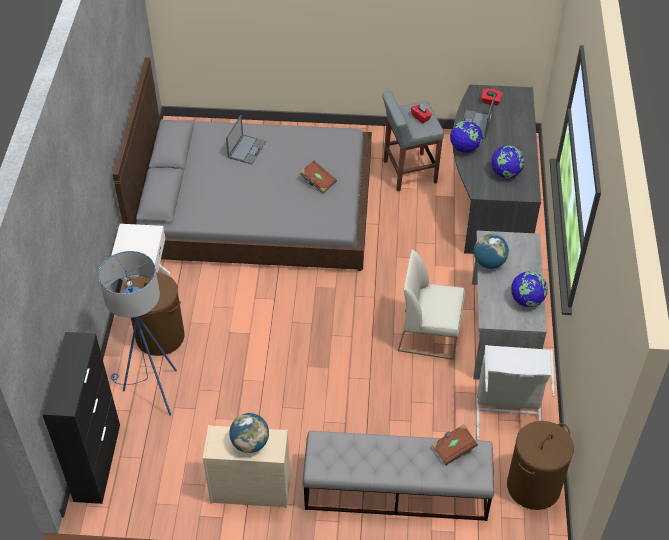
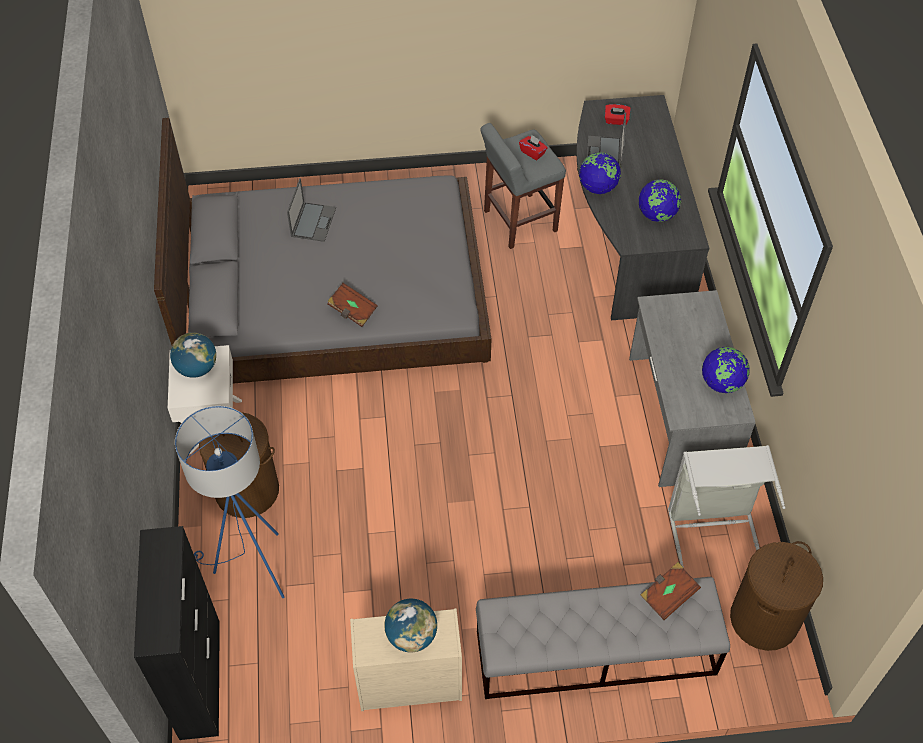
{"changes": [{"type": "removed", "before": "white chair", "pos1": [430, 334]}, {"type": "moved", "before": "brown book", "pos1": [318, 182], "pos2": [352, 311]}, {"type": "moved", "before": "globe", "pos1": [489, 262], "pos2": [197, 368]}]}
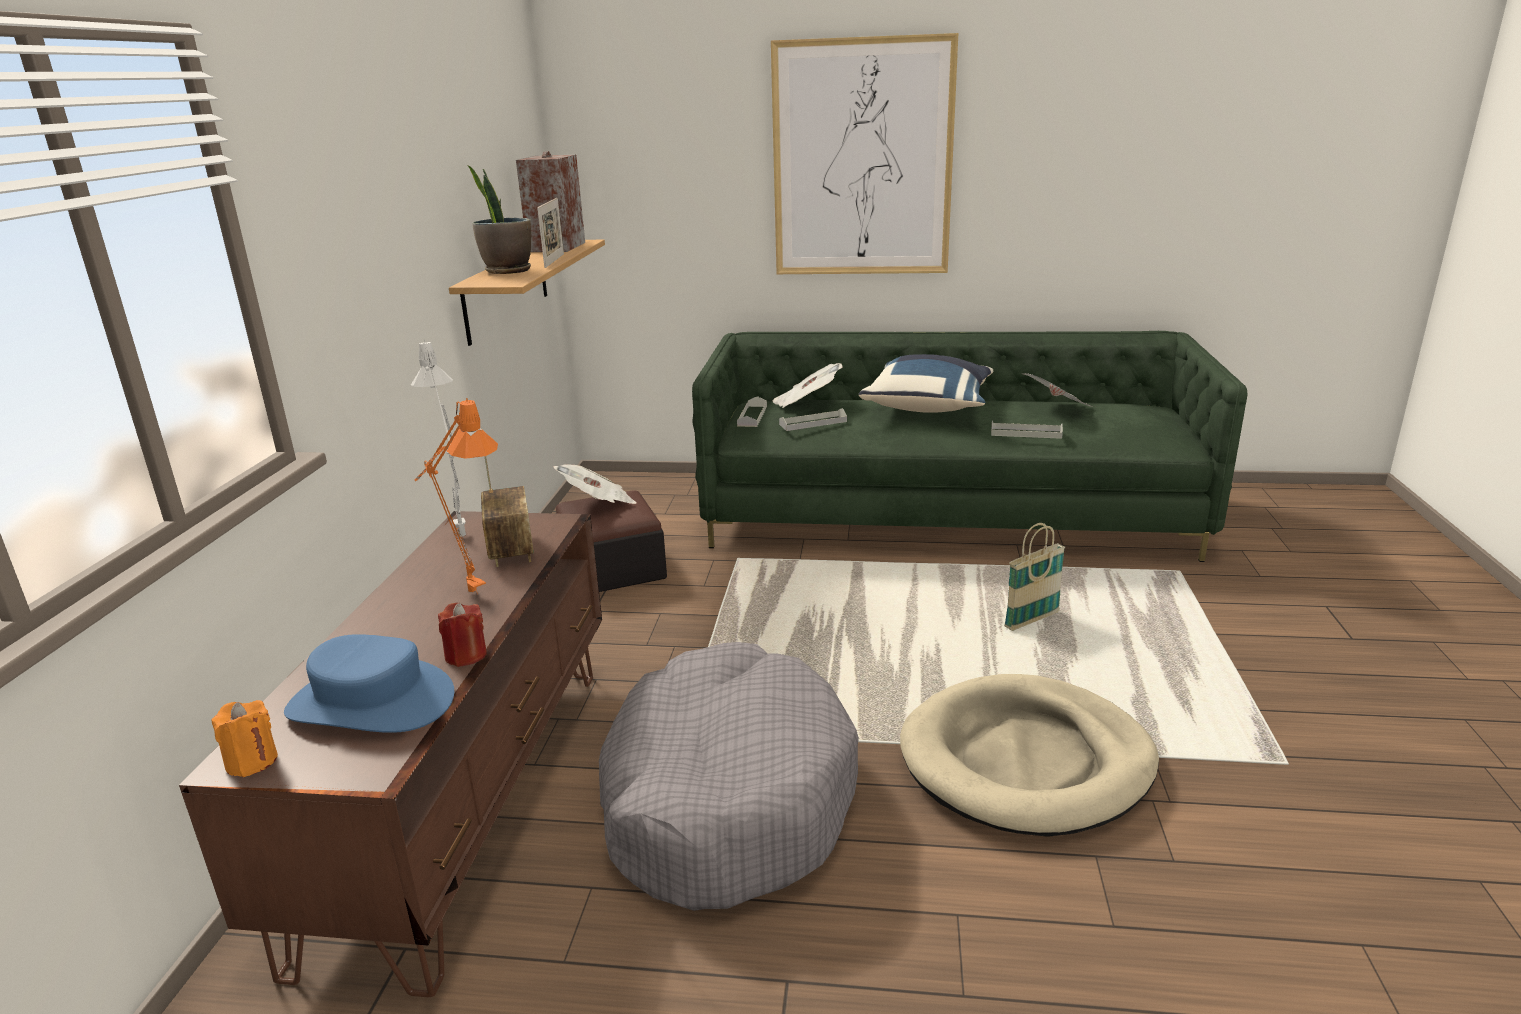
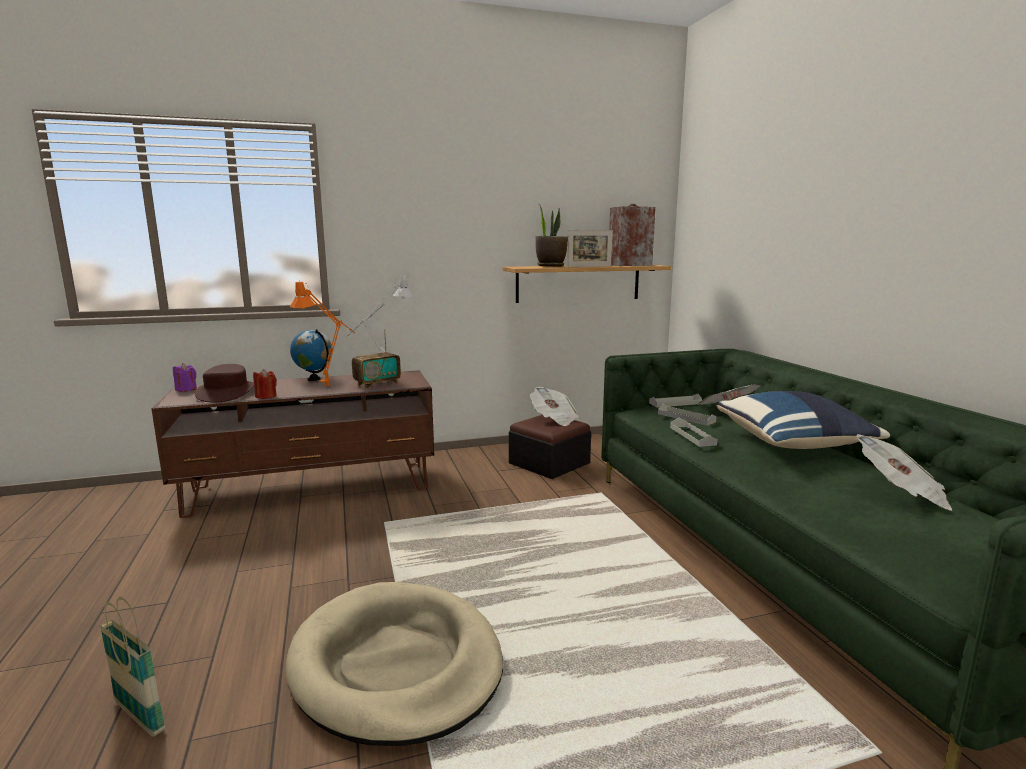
{"changes": [{"type": "removed", "before": "grey dog bed", "pos1": [726, 798]}, {"type": "removed", "before": "picture", "pos1": [862, 160]}, {"type": "added", "after": "globe", "pos2": [314, 379]}, {"type": "moved", "before": "grey tray", "pos1": [1026, 433], "pos2": [692, 436]}, {"type": "moved", "before": "basket", "pos1": [1031, 621], "pos2": [139, 716]}, {"type": "recoloured", "before": "orange candle", "after": "purple candle", "pos1": [252, 761], "pos2": [186, 389]}, {"type": "recoloured", "before": "blue hat", "after": "brown hat", "pos1": [372, 702], "pos2": [227, 393]}]}
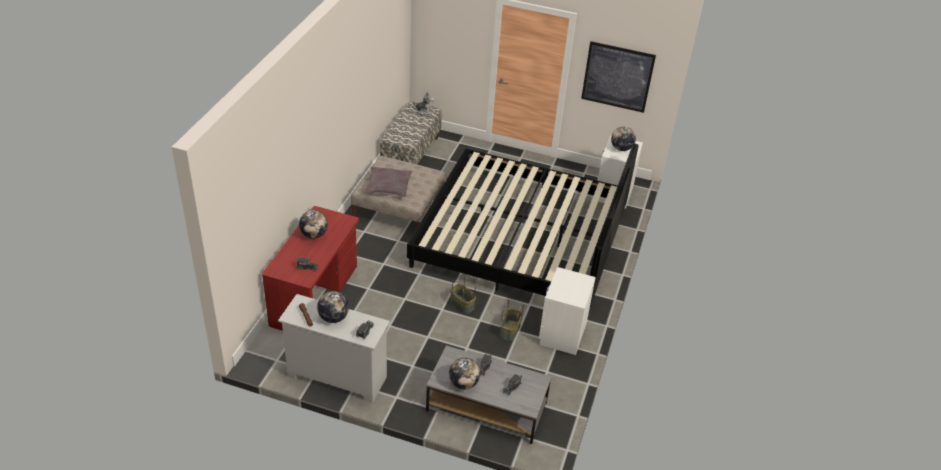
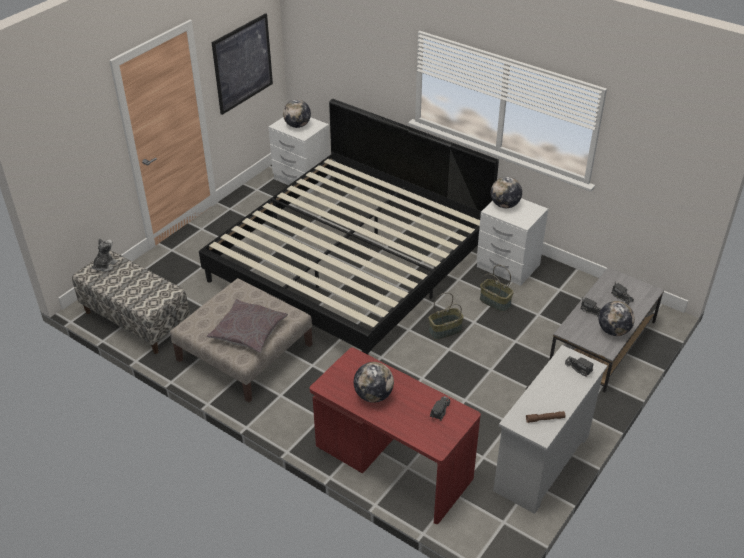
{"changes": [{"type": "moved", "before": "globe", "pos1": [333, 318], "pos2": [505, 205]}]}
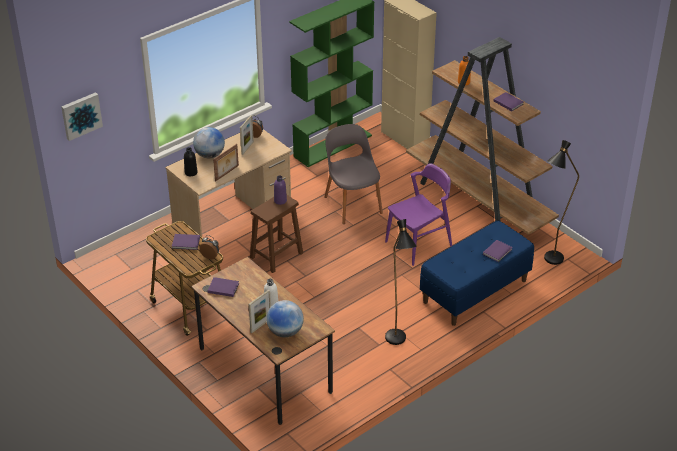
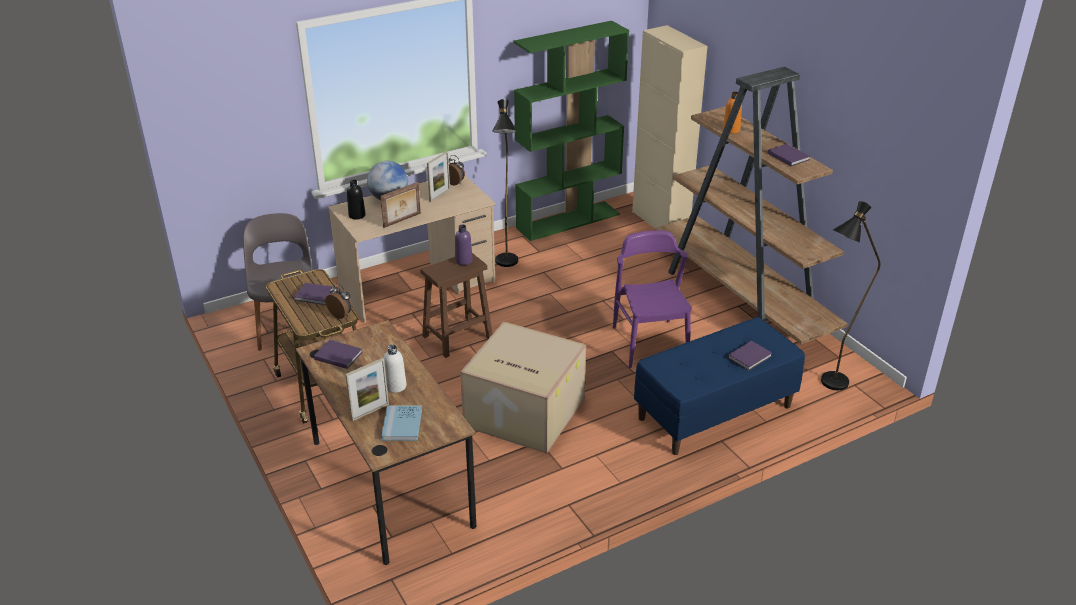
{"changes": [{"type": "removed", "before": "picture", "pos1": [81, 115]}, {"type": "added", "after": "cardboard box", "pos2": [522, 412]}, {"type": "moved", "before": "grey chair", "pos1": [352, 204], "pos2": [288, 325]}, {"type": "moved", "before": "black floor lamp", "pos1": [397, 343], "pos2": [507, 265]}, {"type": "replaced", "before": "globe", "after": "blue book", "pos1": [285, 332], "pos2": [402, 425]}, {"type": "turned", "before": "purple chair", "pos1": [419, 243], "pos2": [650, 343], "turn": -75}]}
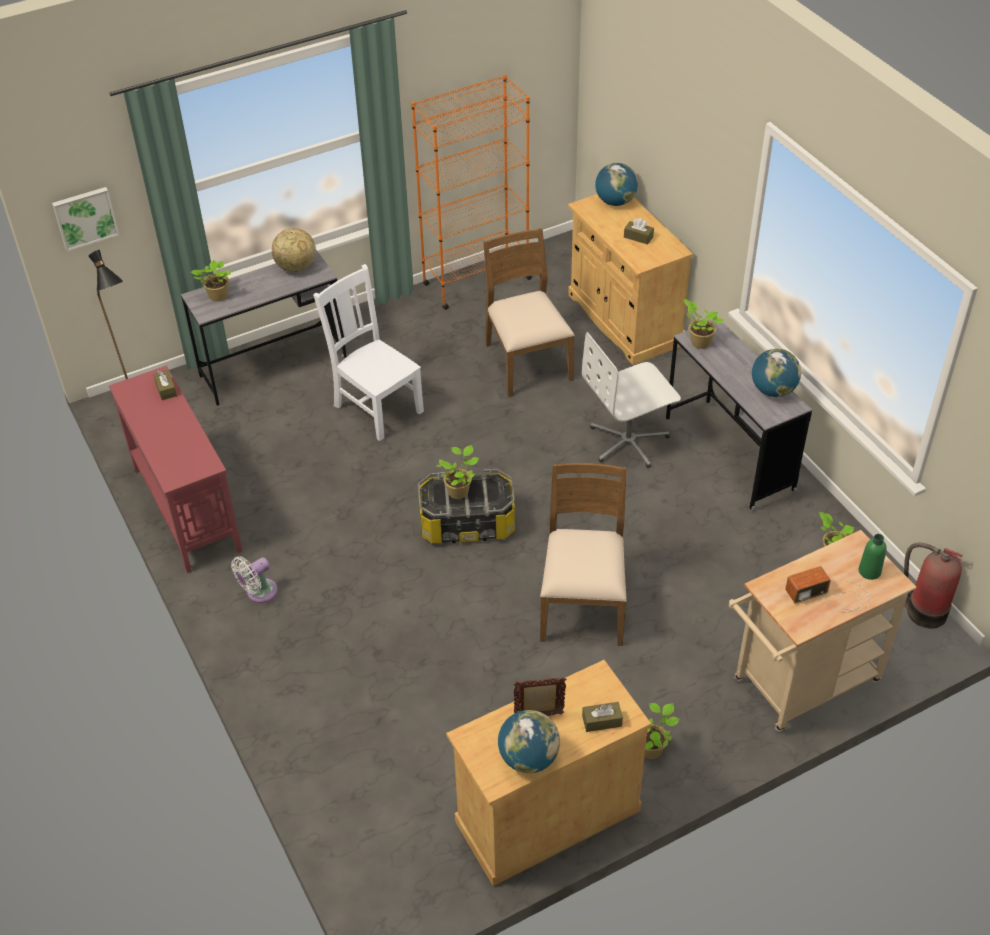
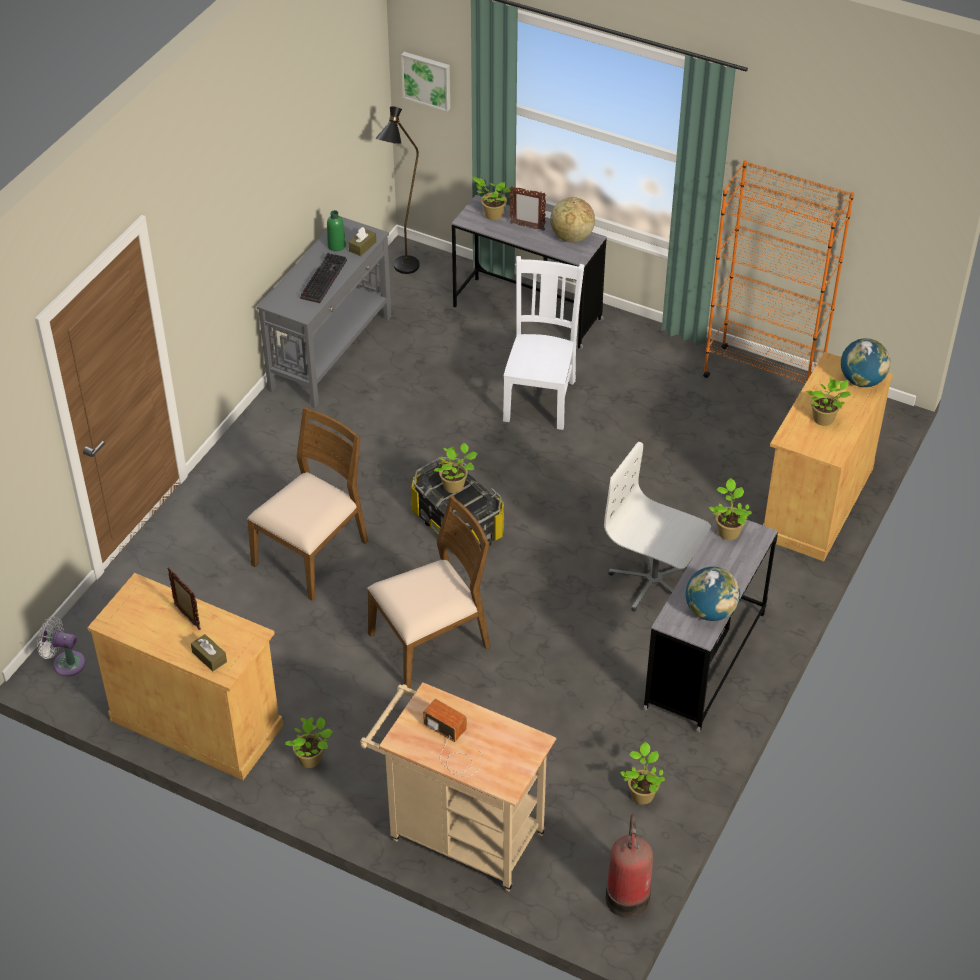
{"changes": [{"type": "removed", "before": "globe", "pos1": [528, 758]}, {"type": "added", "after": "keyboard", "pos2": [323, 278]}, {"type": "added", "after": "picture frame", "pos2": [527, 226]}, {"type": "moved", "before": "white fan", "pos1": [259, 593], "pos2": [65, 663]}, {"type": "moved", "before": "brown chair", "pos1": [526, 362], "pos2": [312, 553]}, {"type": "moved", "before": "green bottle", "pos1": [869, 571], "pos2": [336, 246]}, {"type": "replaced", "before": "brown tissue box", "after": "potted plant", "pos1": [638, 237], "pos2": [825, 419]}, {"type": "recoloured", "before": "red console table", "after": "grey console table", "pos1": [187, 507], "pos2": [331, 352]}]}
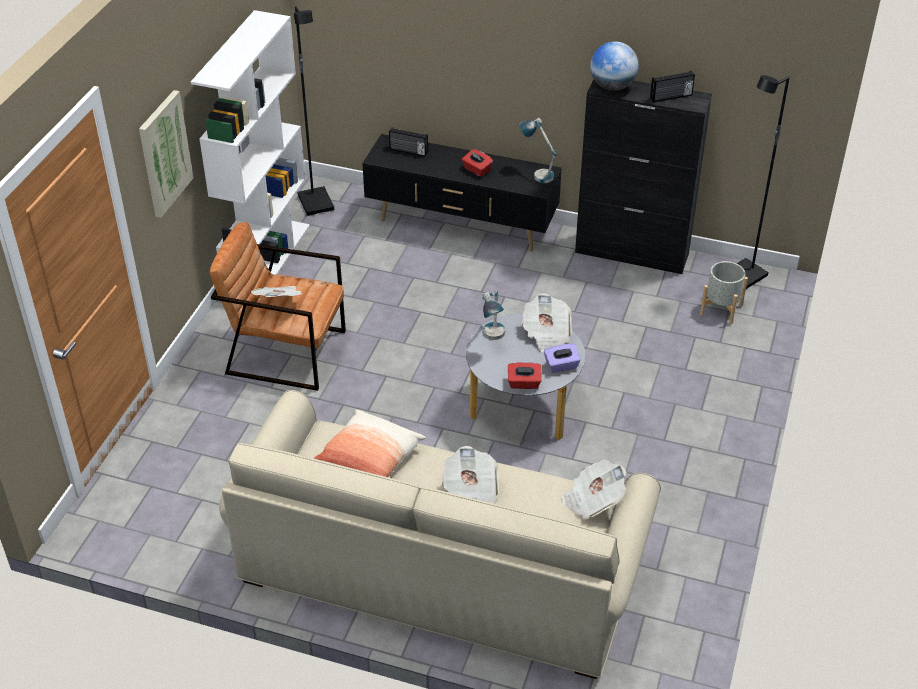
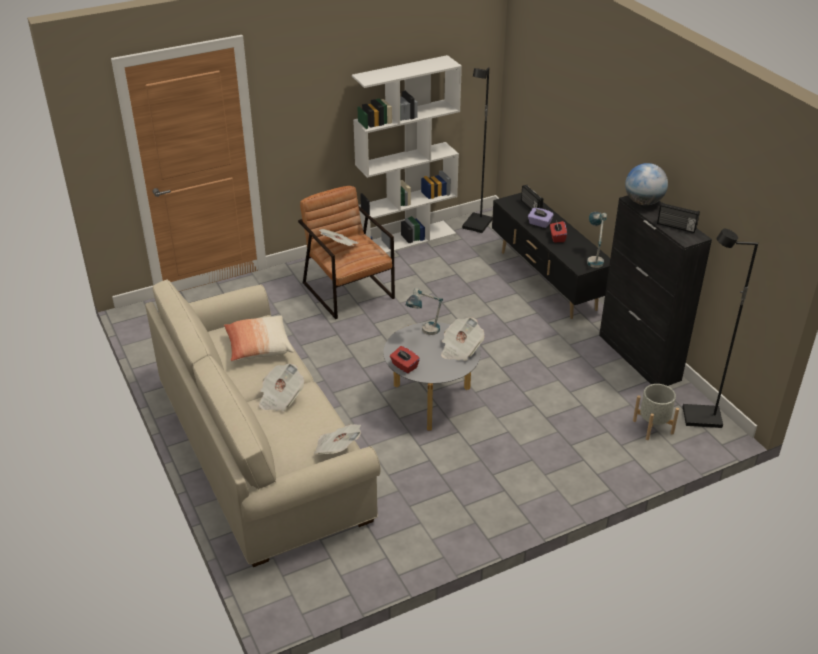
{"changes": [{"type": "removed", "before": "picture", "pos1": [164, 153]}, {"type": "moved", "before": "purple tissue box", "pos1": [561, 366], "pos2": [539, 223]}]}
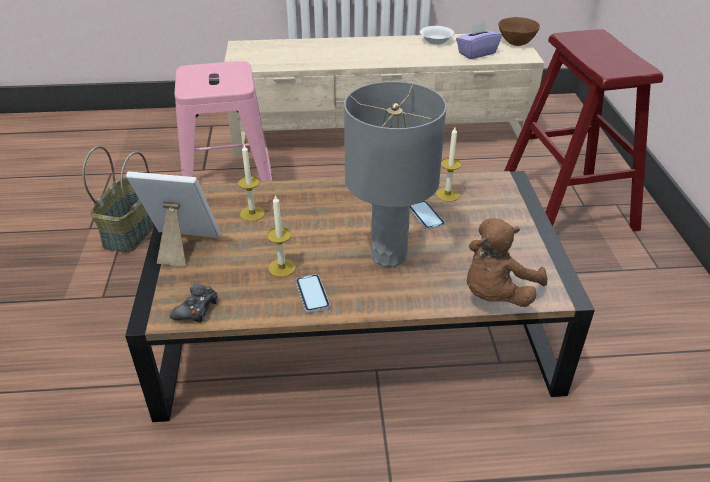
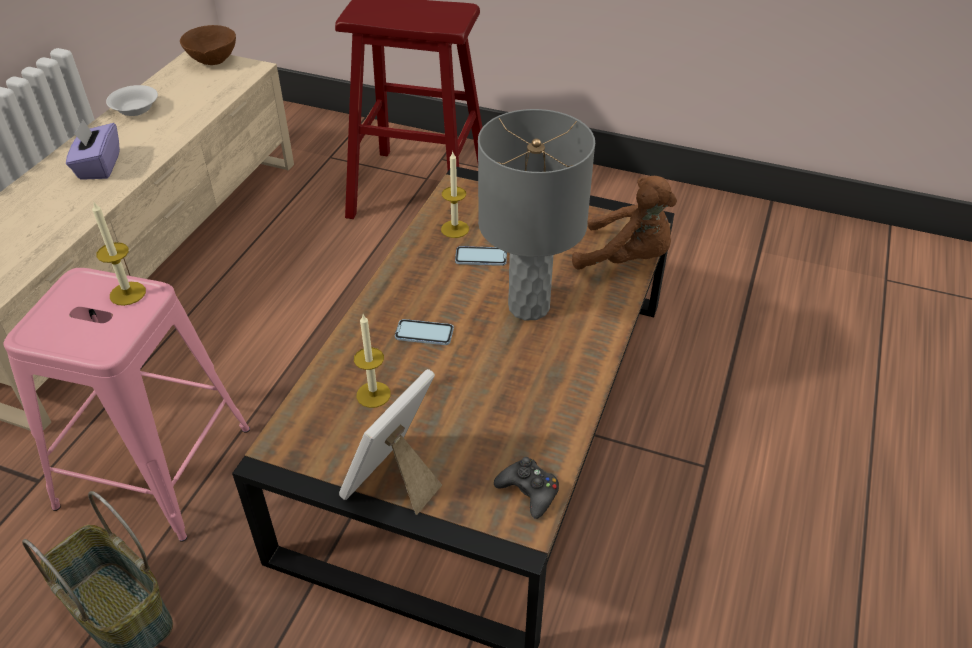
{"changes": [{"type": "moved", "before": "candle", "pos1": [282, 268], "pos2": [127, 293]}, {"type": "moved", "before": "phone", "pos1": [312, 294], "pos2": [424, 334]}, {"type": "moved", "before": "purple tissue box", "pos1": [476, 53], "pos2": [99, 166]}, {"type": "turned", "before": "brown plush toy", "pos1": [496, 294], "pos2": [627, 258], "turn": -45}]}
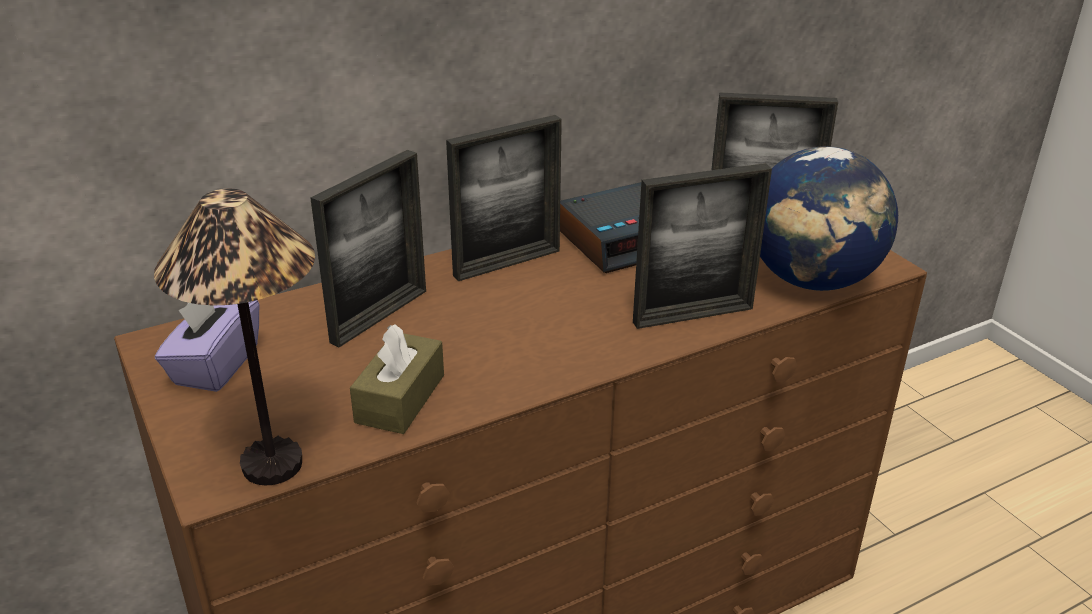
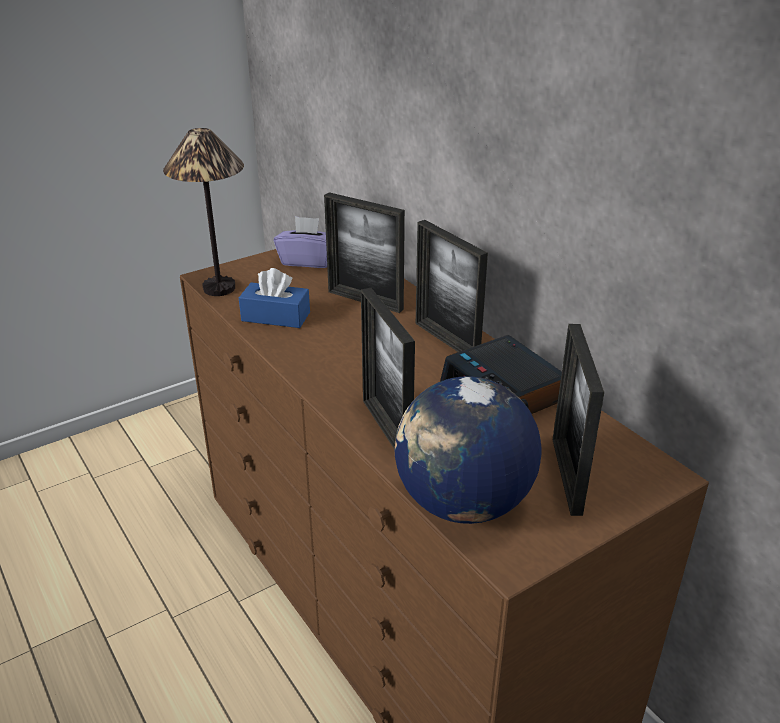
{"changes": [{"type": "recoloured", "before": "brown tissue box", "after": "blue tissue box", "pos1": [400, 398], "pos2": [276, 316]}]}
